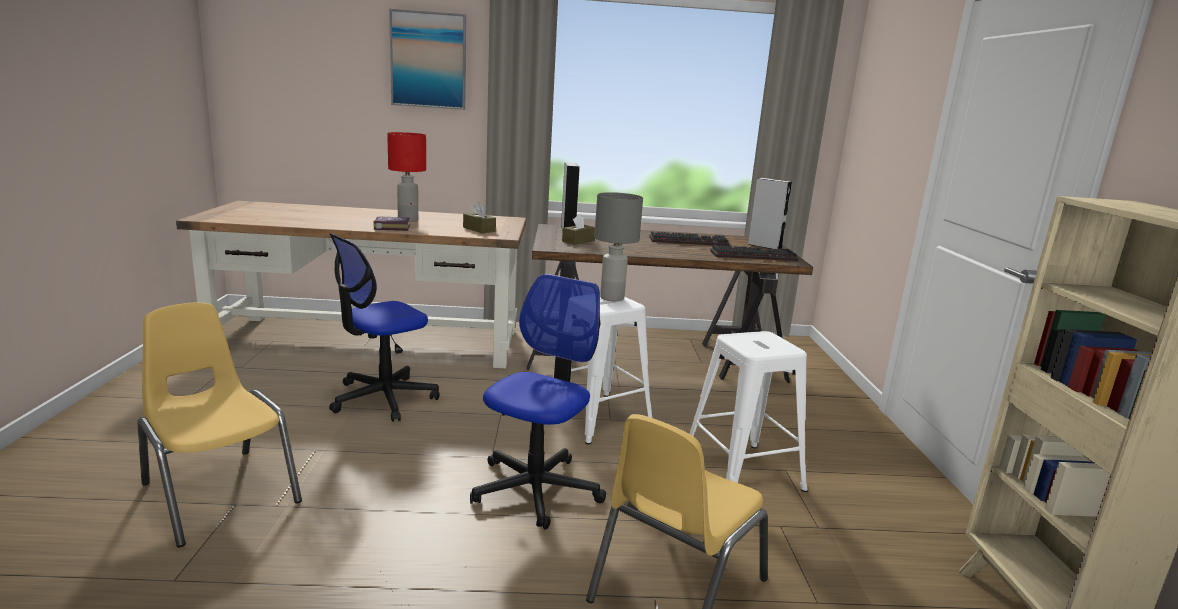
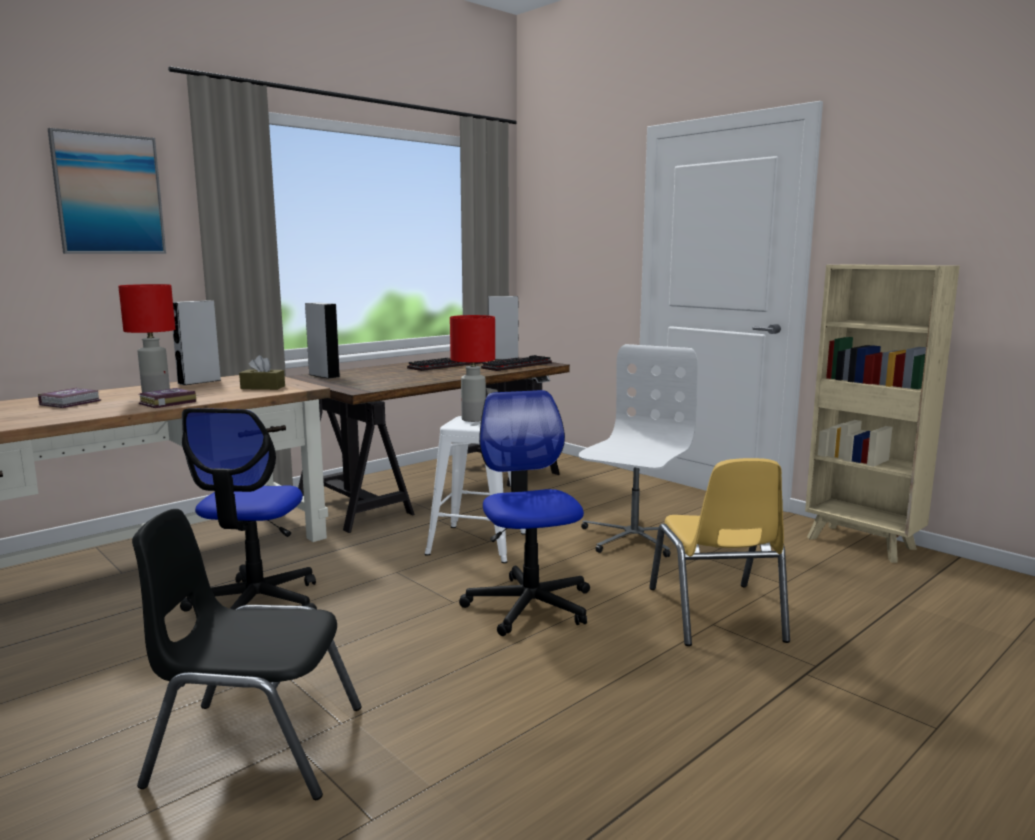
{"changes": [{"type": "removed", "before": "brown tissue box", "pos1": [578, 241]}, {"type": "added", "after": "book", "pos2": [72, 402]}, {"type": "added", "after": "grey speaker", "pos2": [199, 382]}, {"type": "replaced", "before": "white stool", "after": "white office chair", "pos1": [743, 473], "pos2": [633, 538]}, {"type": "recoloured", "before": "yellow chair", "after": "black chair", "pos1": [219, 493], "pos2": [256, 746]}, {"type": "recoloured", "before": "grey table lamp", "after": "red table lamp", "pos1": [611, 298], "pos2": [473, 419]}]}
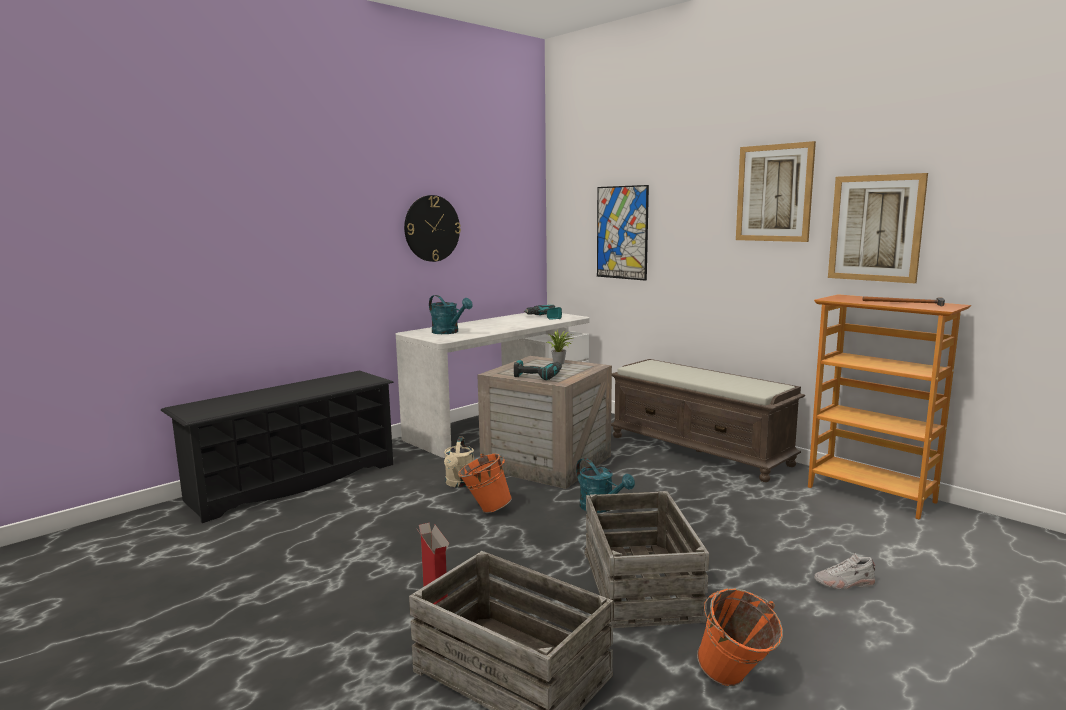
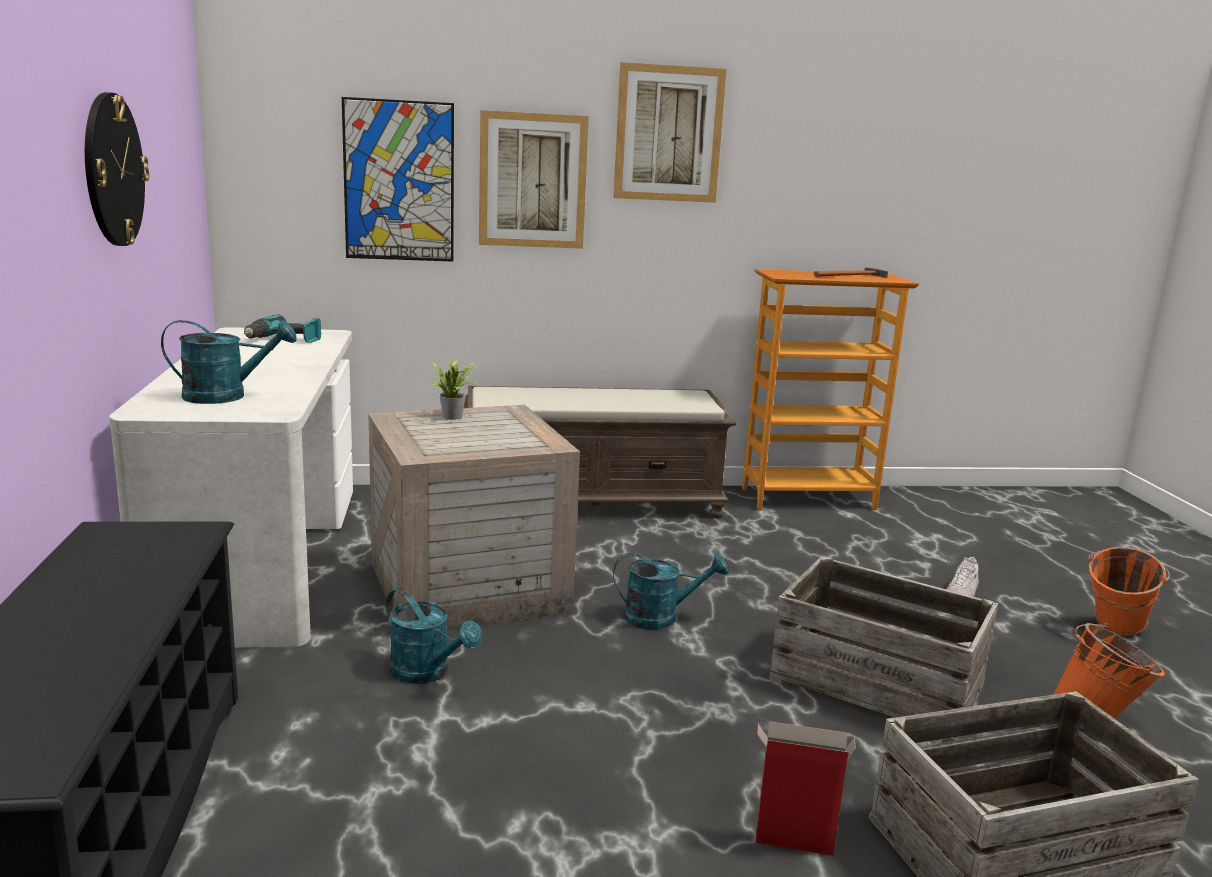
{"changes": [{"type": "removed", "before": "power drill", "pos1": [538, 376]}, {"type": "moved", "before": "orange bucket", "pos1": [485, 509], "pos2": [1113, 631]}, {"type": "moved", "before": "picture", "pos1": [875, 228], "pos2": [532, 181]}, {"type": "recoloured", "before": "beige watering can", "after": "turquoise watering can", "pos1": [459, 484], "pos2": [428, 673]}]}
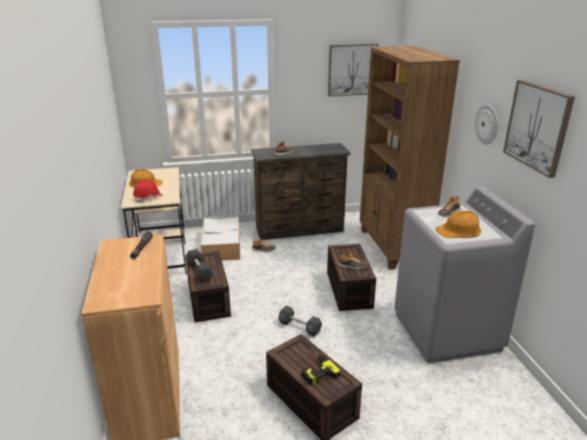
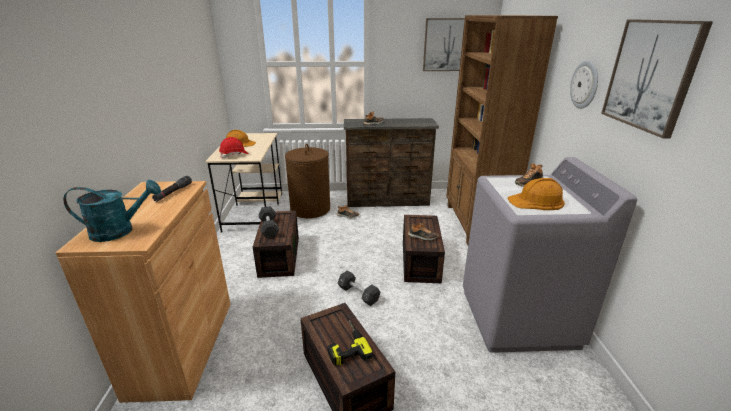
{"changes": [{"type": "added", "after": "turquoise watering can", "pos2": [120, 231]}, {"type": "replaced", "before": "storage box", "after": "brown laundry basket", "pos1": [222, 246], "pos2": [310, 209]}]}
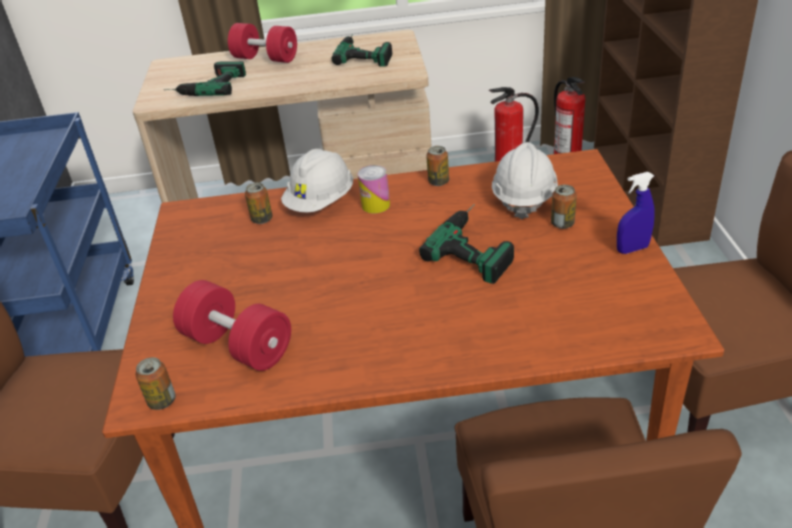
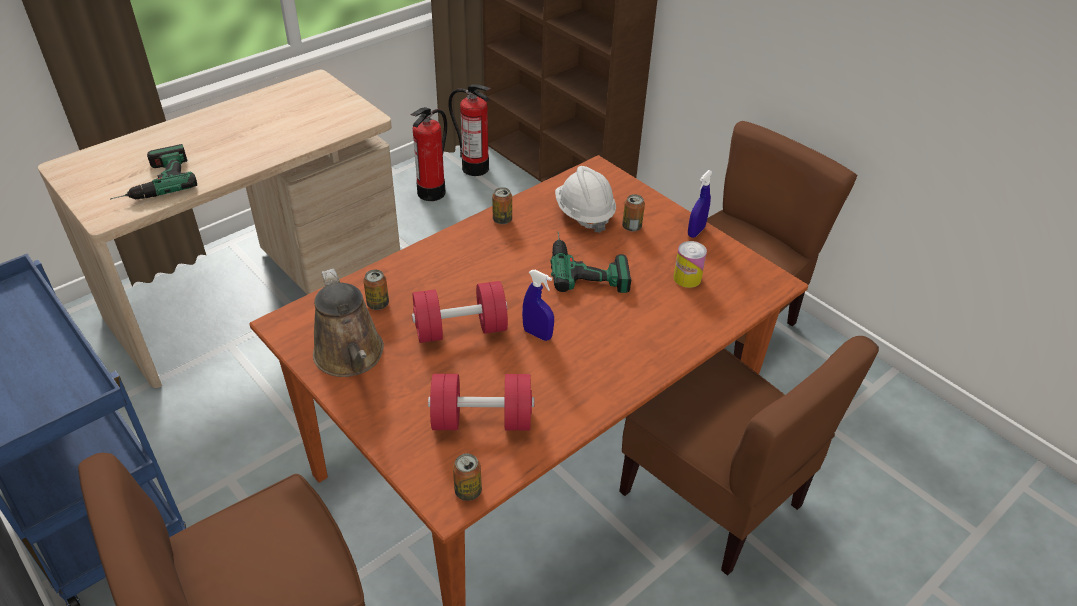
{"changes": [{"type": "removed", "before": "white hard hat", "pos1": [321, 202]}, {"type": "removed", "before": "power drill", "pos1": [365, 53]}, {"type": "added", "after": "brown watering can", "pos2": [351, 357]}, {"type": "added", "after": "blue spray bottle", "pos2": [537, 334]}, {"type": "moved", "before": "red dumbbell", "pos1": [265, 59], "pos2": [460, 329]}, {"type": "moved", "before": "can", "pos1": [375, 205], "pos2": [687, 278]}]}
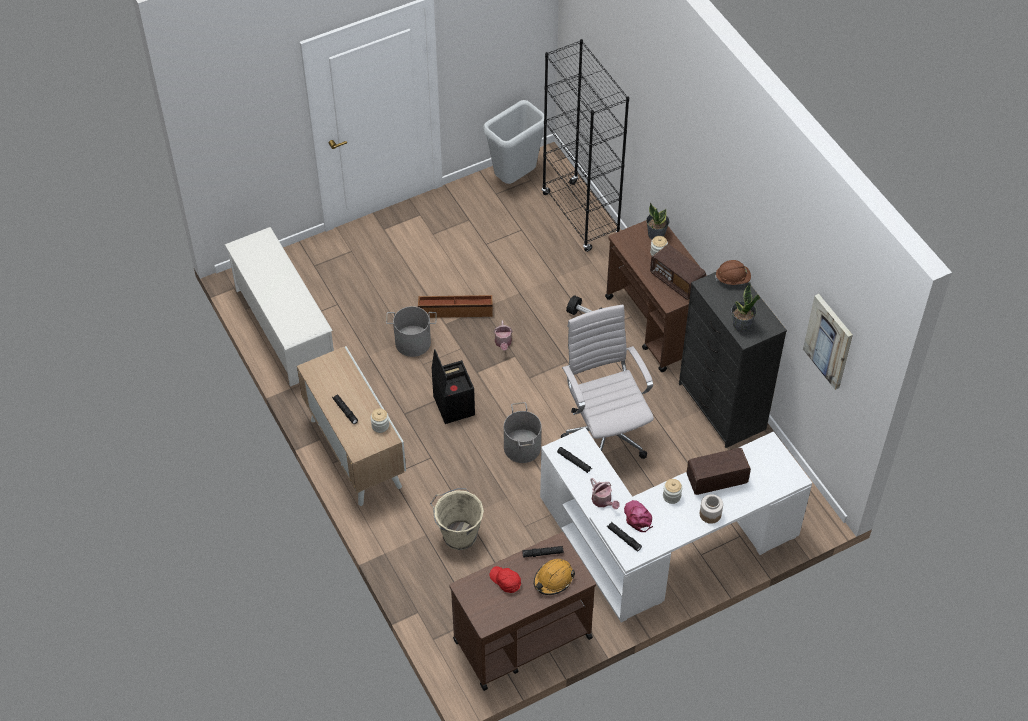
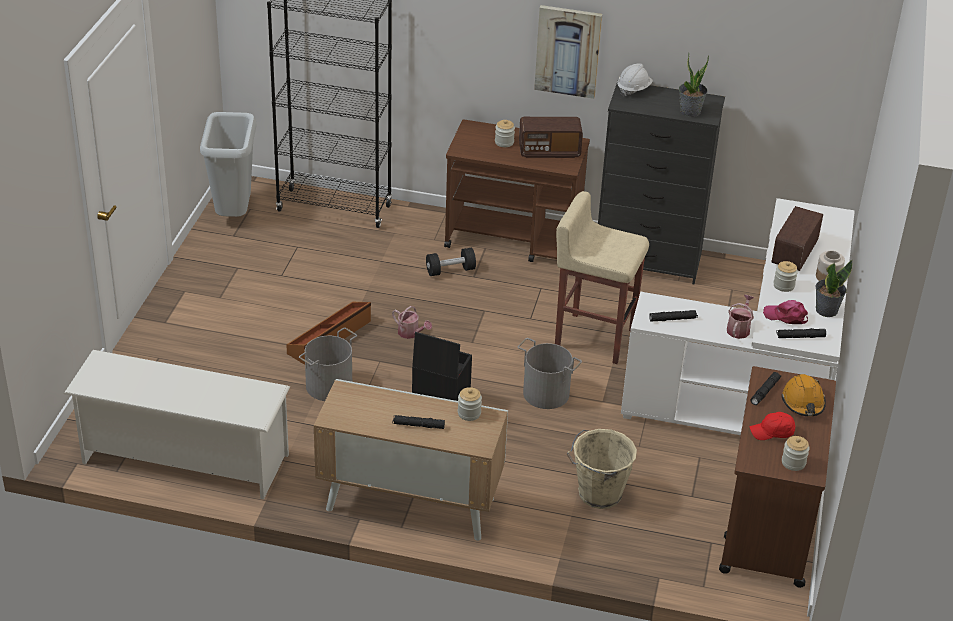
{"changes": [{"type": "added", "after": "jar", "pos2": [793, 463]}, {"type": "moved", "before": "potted plant", "pos1": [656, 234], "pos2": [826, 310]}, {"type": "moved", "before": "picture", "pos1": [829, 341], "pos2": [568, 51]}, {"type": "replaced", "before": "white office chair", "after": "beige stool", "pos1": [605, 433], "pos2": [593, 337]}, {"type": "recoloured", "before": "brown hard hat", "after": "white hard hat", "pos1": [732, 279], "pos2": [633, 89]}, {"type": "turned", "before": "watering can", "pos1": [603, 501], "pos2": [739, 329], "turn": -75}]}
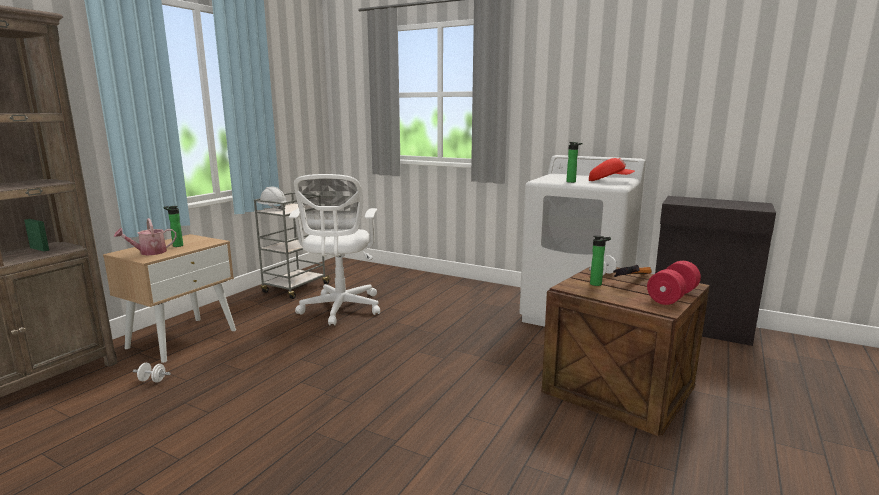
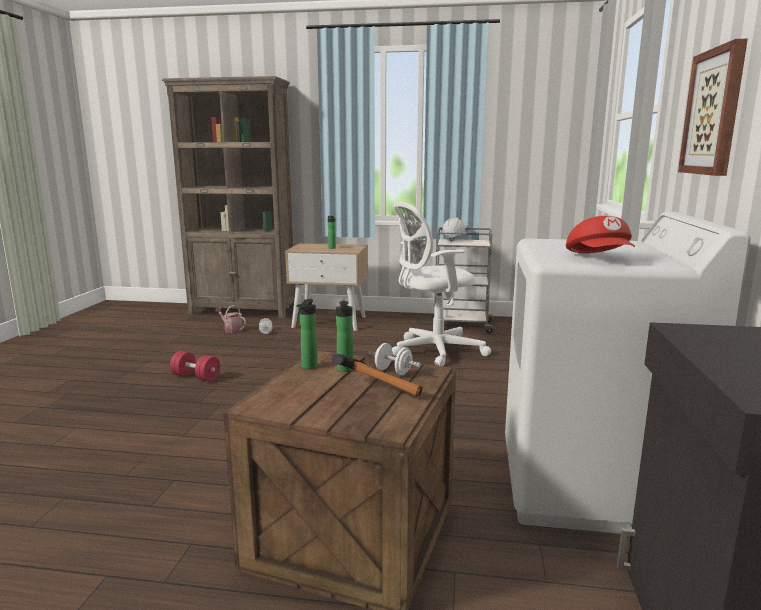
{"changes": [{"type": "added", "after": "picture", "pos2": [714, 112]}, {"type": "moved", "before": "watering can", "pos1": [149, 252], "pos2": [231, 329]}, {"type": "moved", "before": "bottle", "pos1": [572, 182], "pos2": [308, 367]}, {"type": "moved", "before": "red dumbbell", "pos1": [672, 297], "pos2": [196, 377]}]}
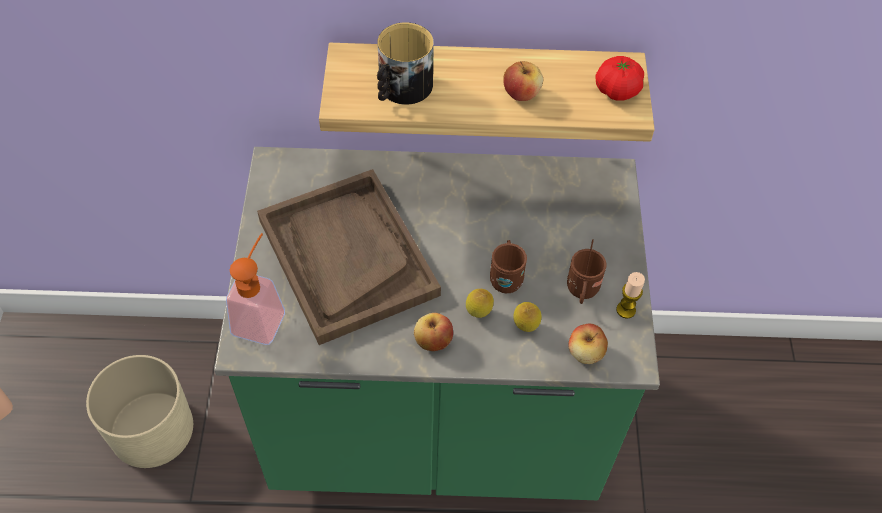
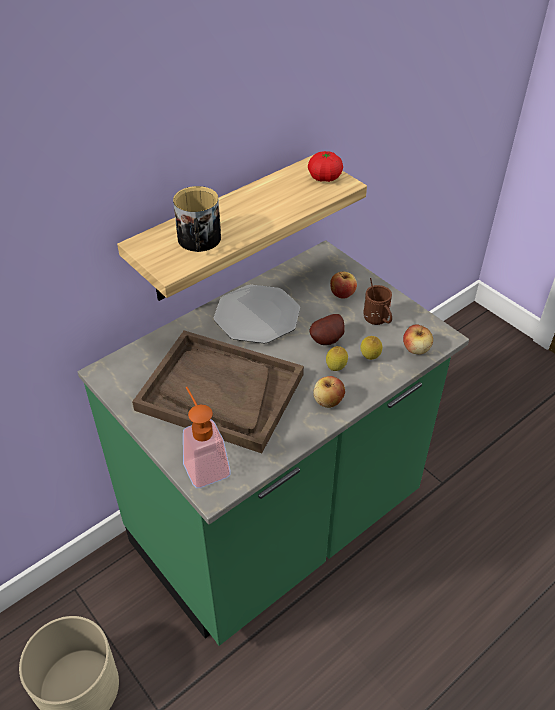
{"changes": [{"type": "removed", "before": "candle", "pos1": [626, 310]}, {"type": "added", "after": "plate", "pos2": [257, 315]}, {"type": "moved", "before": "apple", "pos1": [521, 94], "pos2": [342, 294]}, {"type": "replaced", "before": "brown mug", "after": "potato", "pos1": [506, 277], "pos2": [328, 340]}]}
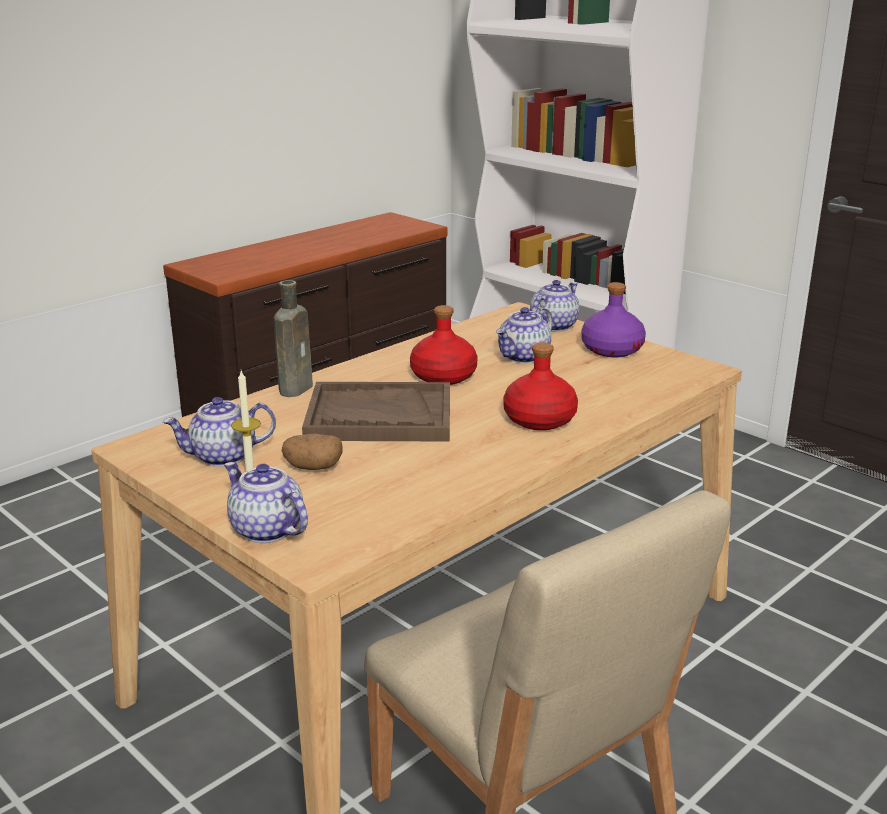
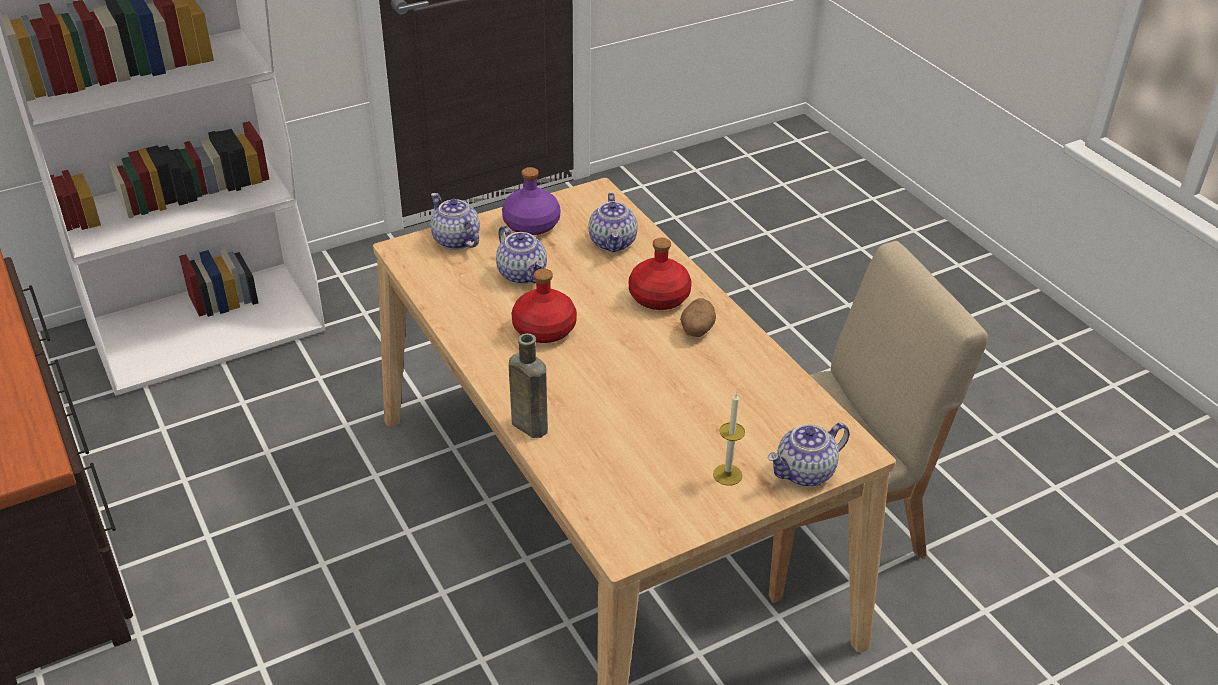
{"changes": [{"type": "removed", "before": "brown tray", "pos1": [379, 416]}, {"type": "moved", "before": "teapot", "pos1": [223, 457], "pos2": [613, 243]}, {"type": "moved", "before": "potato", "pos1": [313, 468], "pos2": [696, 330]}]}
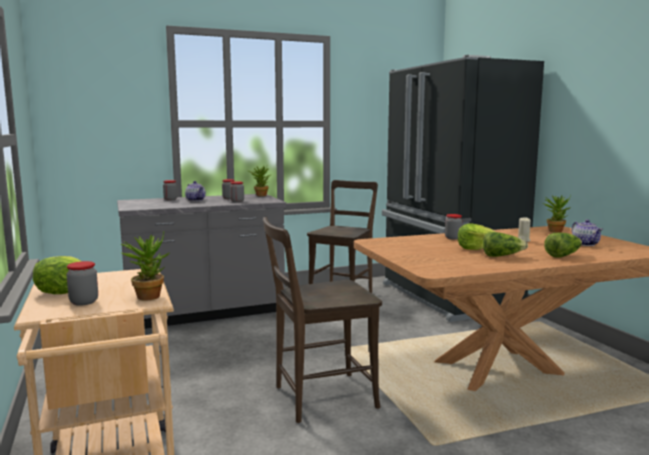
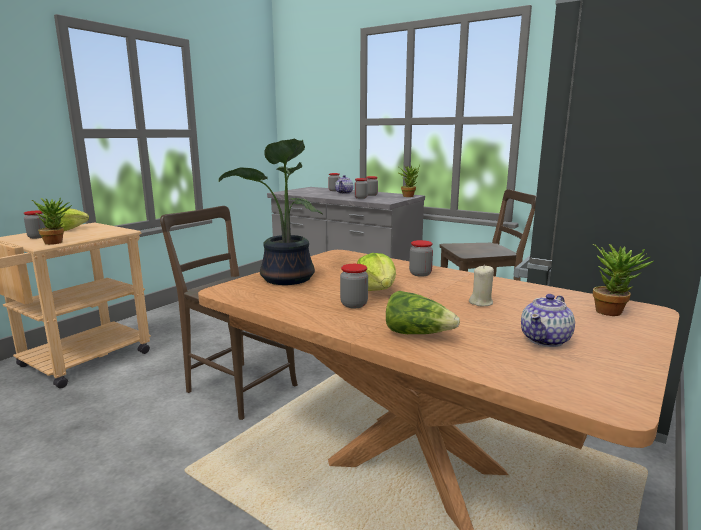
{"changes": [{"type": "added", "after": "potted plant", "pos2": [285, 279]}, {"type": "replaced", "before": "lettuce", "after": "jar", "pos1": [502, 256], "pos2": [354, 304]}]}
